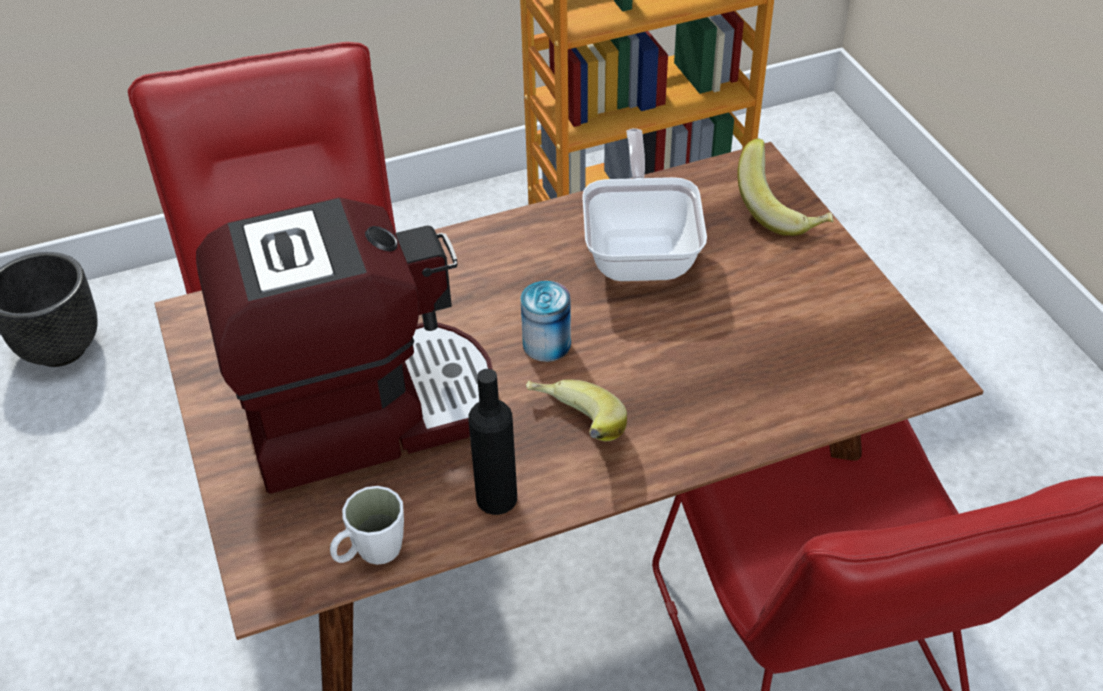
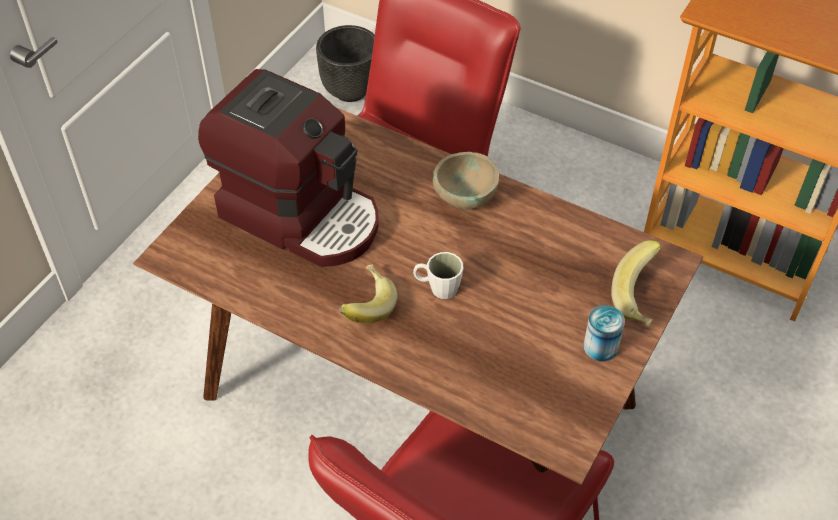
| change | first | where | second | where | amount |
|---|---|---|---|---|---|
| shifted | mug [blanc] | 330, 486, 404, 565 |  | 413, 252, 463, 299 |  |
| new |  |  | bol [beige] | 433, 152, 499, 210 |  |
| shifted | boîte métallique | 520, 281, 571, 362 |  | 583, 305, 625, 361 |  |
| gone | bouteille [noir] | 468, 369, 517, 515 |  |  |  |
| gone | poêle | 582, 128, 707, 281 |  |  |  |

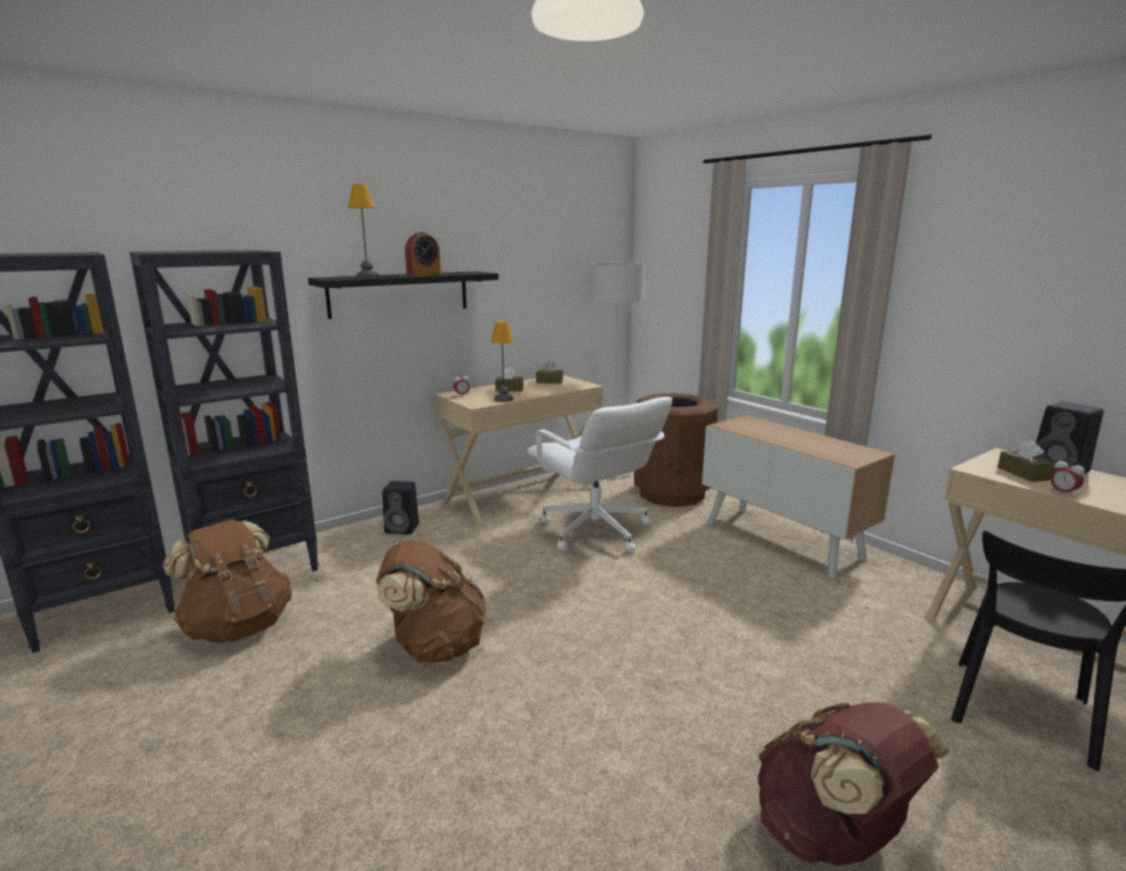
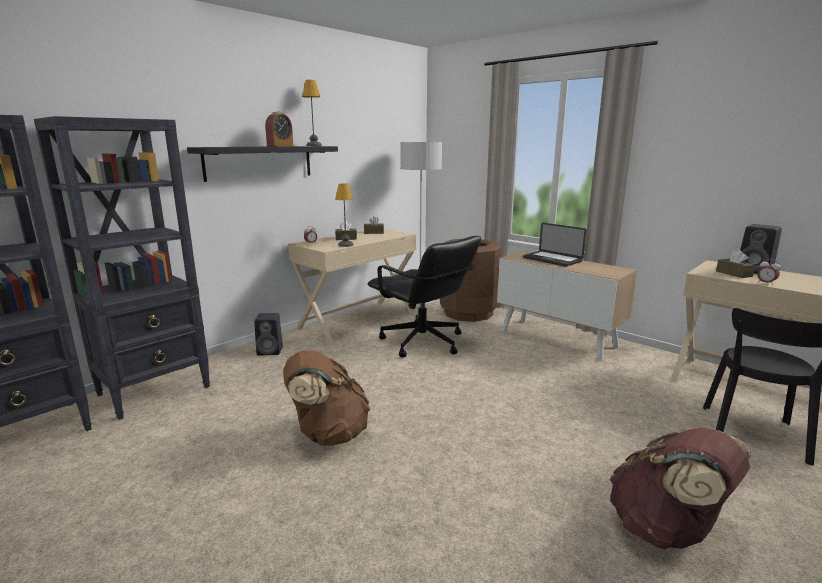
| change | first | where | second | where | amount |
|---|---|---|---|---|---|
| shifted | lampe de table | 348, 184, 379, 278 |  | 302, 80, 322, 146 |  |
| repainted | chaise de bureau [blanc] | 527, 397, 673, 552 | chaise de bureau [noir] | 368, 236, 481, 357 |  |
| new |  |  | ordinateur portable | 523, 223, 586, 267 |  |
| gone | sac à dos [marron] | 163, 519, 292, 643 |  |  |  |

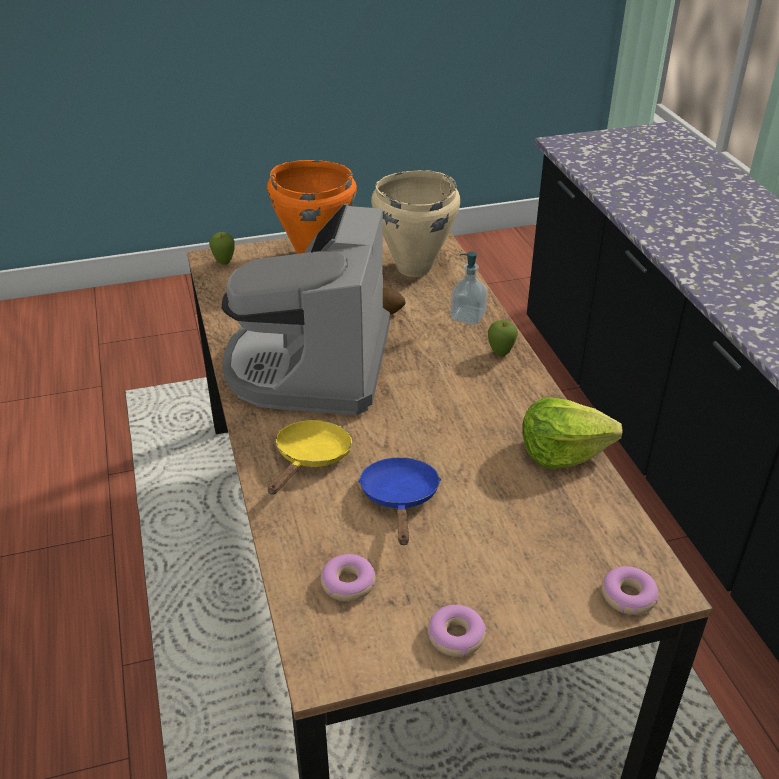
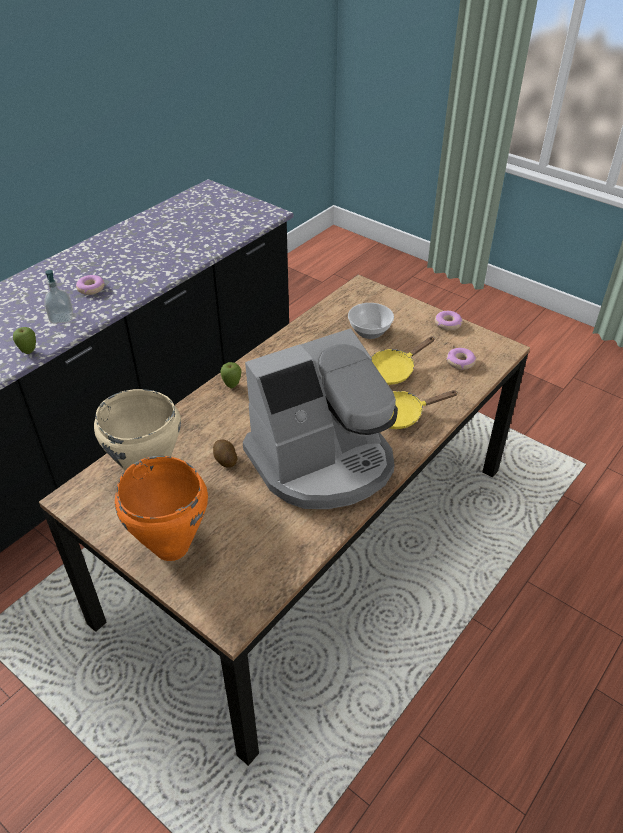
| change | first | where | second | where | amount |
|---|---|---|---|---|---|
| shifted | pomme | 209, 232, 235, 265 |  | 13, 327, 36, 354 |  |
| shifted | distributeur de savon | 451, 251, 488, 325 |  | 44, 270, 73, 324 |  |
| shifted | beignet | 601, 566, 659, 615 |  | 76, 275, 105, 295 |  |
| new |  |  | bol | 348, 303, 394, 339 |  |
| repainted | poêle [bleu] | 358, 457, 441, 545 | poêle [jaune] | 371, 337, 435, 385 |  |
| gone | laitue | 522, 397, 623, 469 |  |  |  |

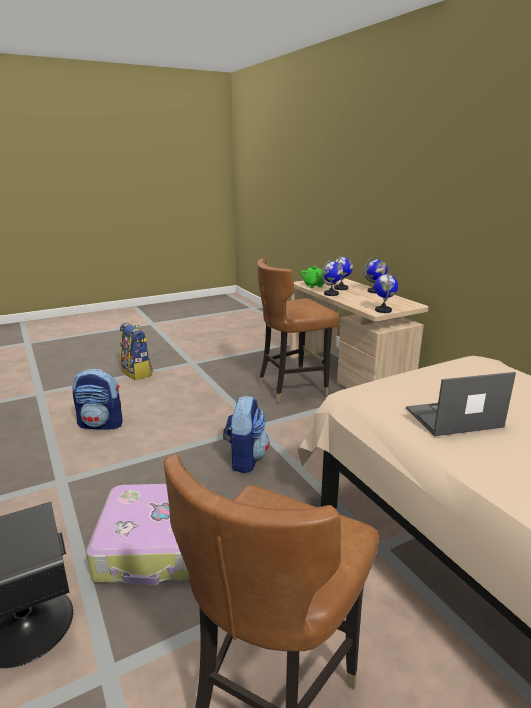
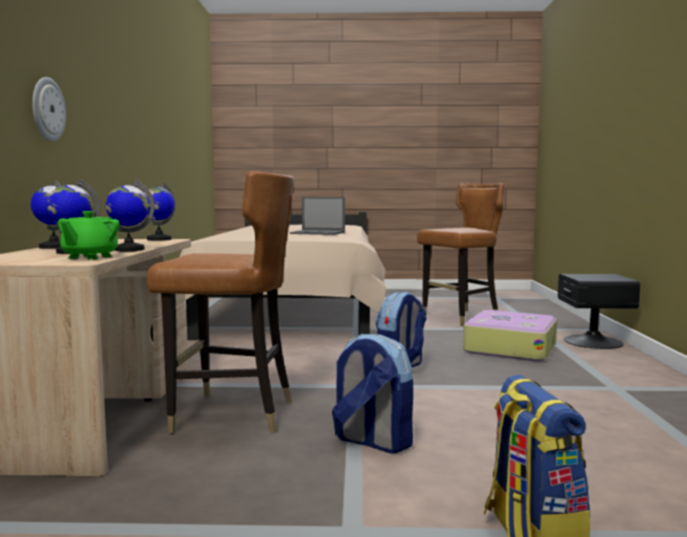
| change | first | where | second | where | amount |
|---|---|---|---|---|---|
| new |  |  | horloge murale | 32, 77, 66, 141 |  |
| shifted | sac à dos | 72, 368, 123, 430 |  | 332, 334, 413, 453 |  |

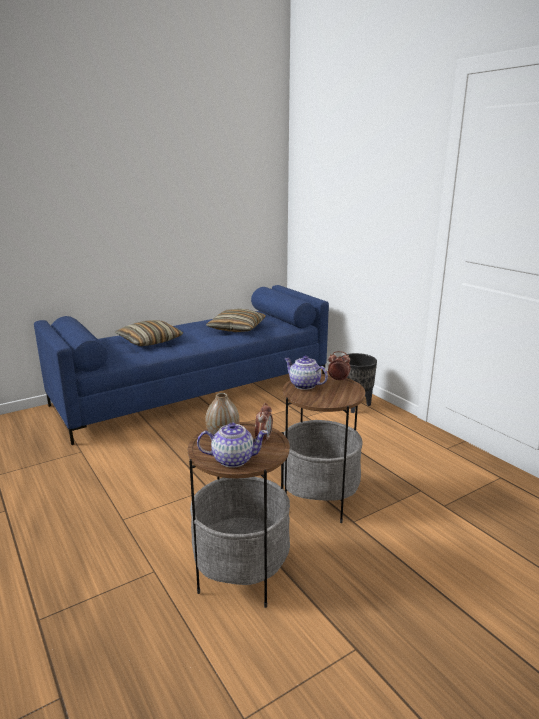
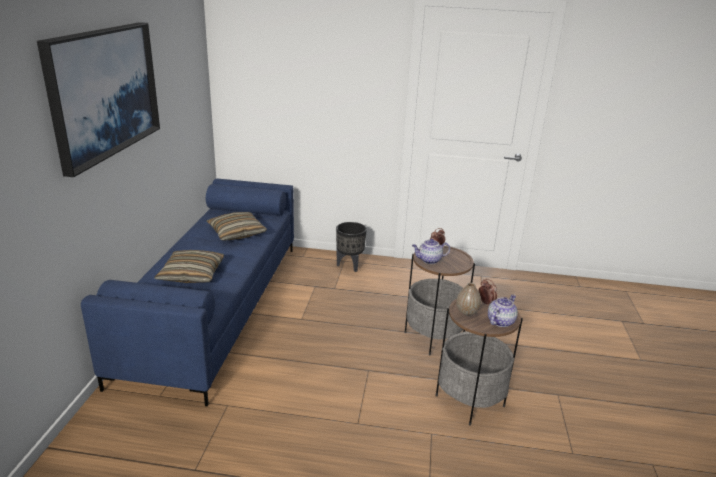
| change | first | where | second | where | amount |
|---|---|---|---|---|---|
| new |  |  | tableau | 37, 22, 160, 177 |  |

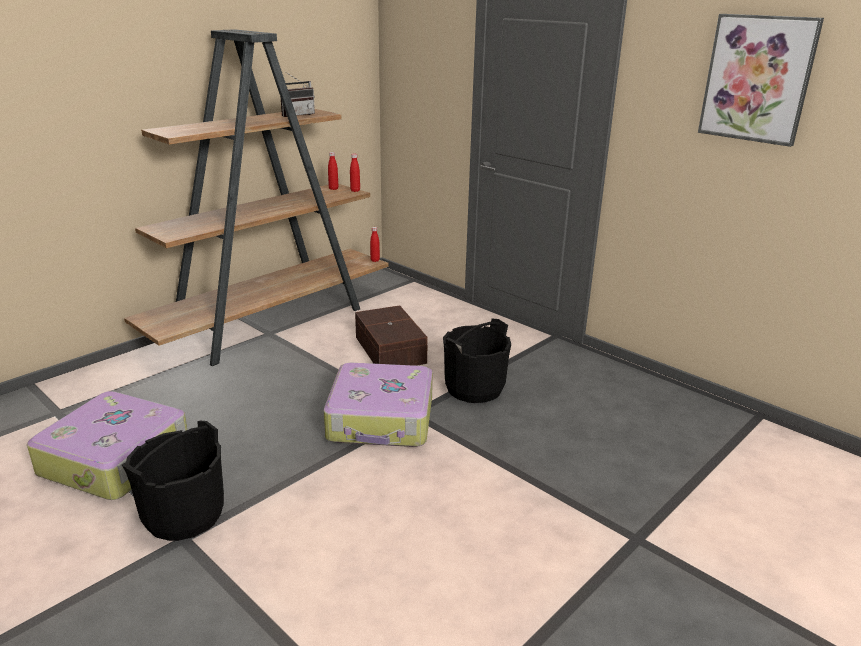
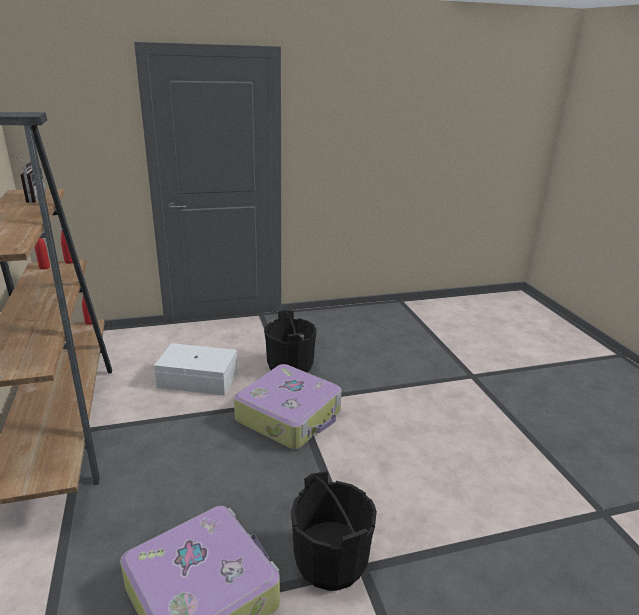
| change | first | where | second | where | amount |
|---|---|---|---|---|---|
| repainted | boîte de rangement [marron] | 355, 305, 428, 366 | boîte de rangement [blanc] | 154, 343, 237, 395 |  |
| gone | tableau | 698, 14, 824, 147 |  |  |  |

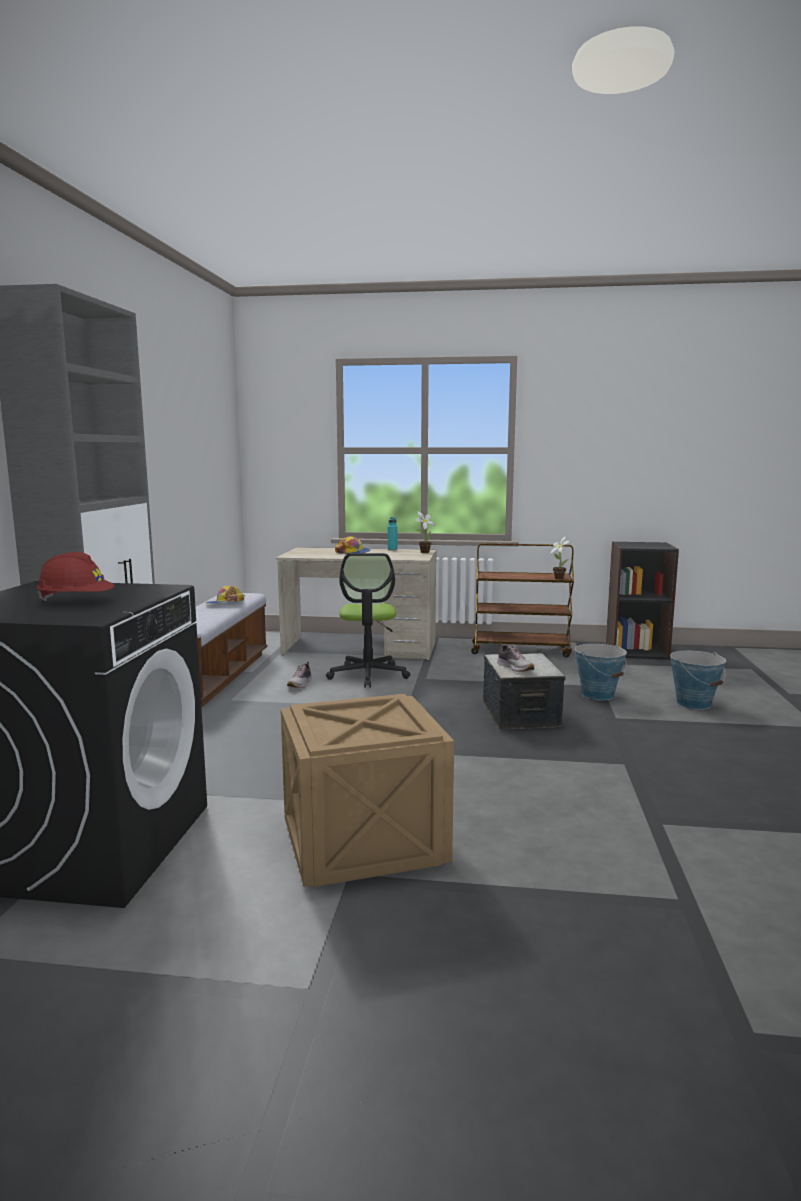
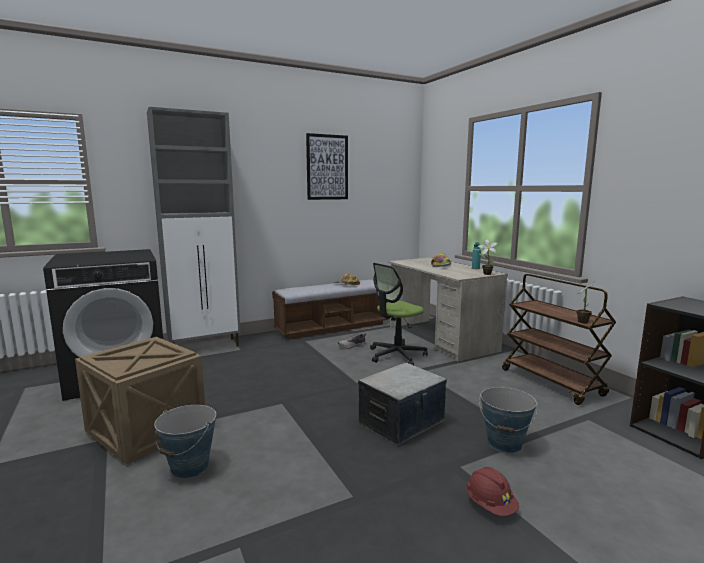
| change | first | where | second | where | amount |
|---|---|---|---|---|---|
| shifted | seau | 670, 651, 726, 710 |  | 154, 405, 216, 479 |  |
| new |  |  | tableau | 306, 133, 348, 200 |  |
| shifted | casque de chantier [rouge] | 36, 552, 114, 601 |  | 466, 467, 519, 516 |  |
| gone | chaussure | 497, 643, 534, 672 |  |  |  |

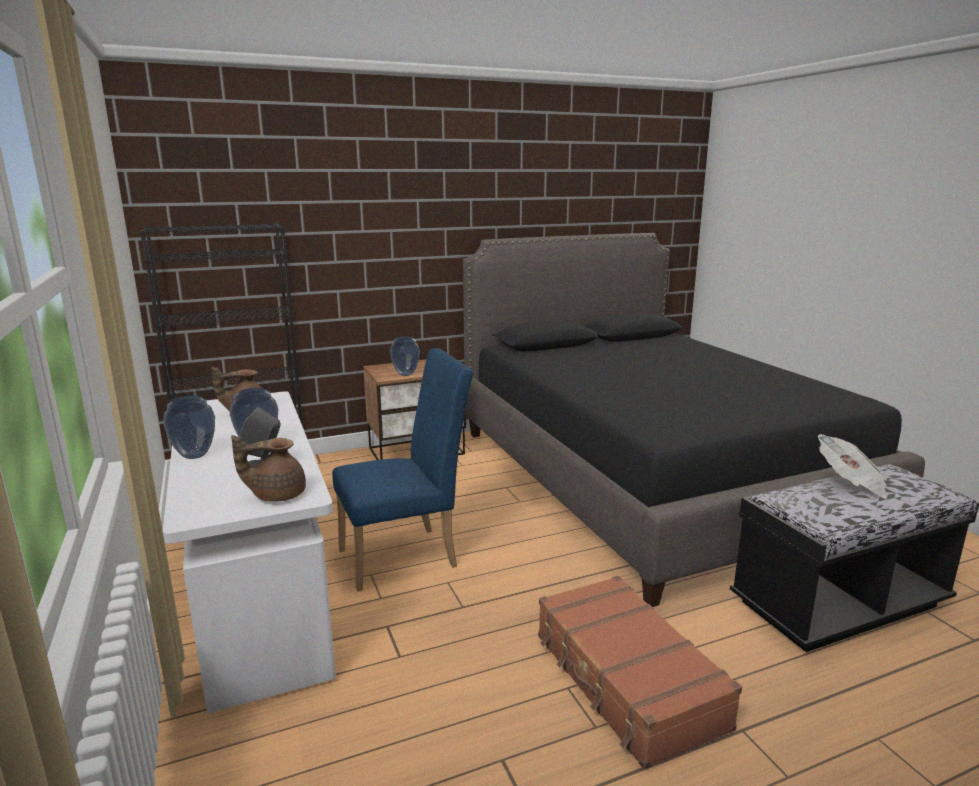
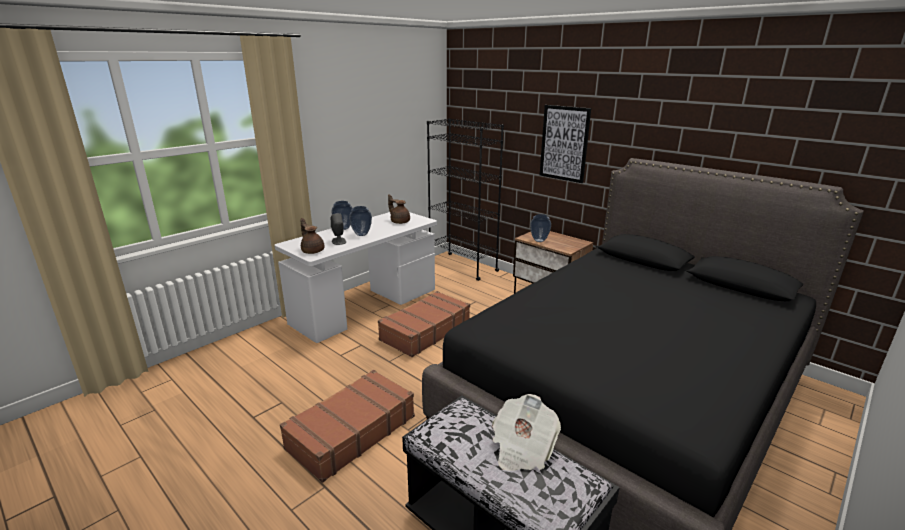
| change | first | where | second | where | amount |
|---|---|---|---|---|---|
| swapped | chaise [bleu] | 332, 348, 473, 591 | valise [marron] | 378, 291, 470, 357 |  |
| new |  |  | tableau | 540, 105, 591, 183 |  |

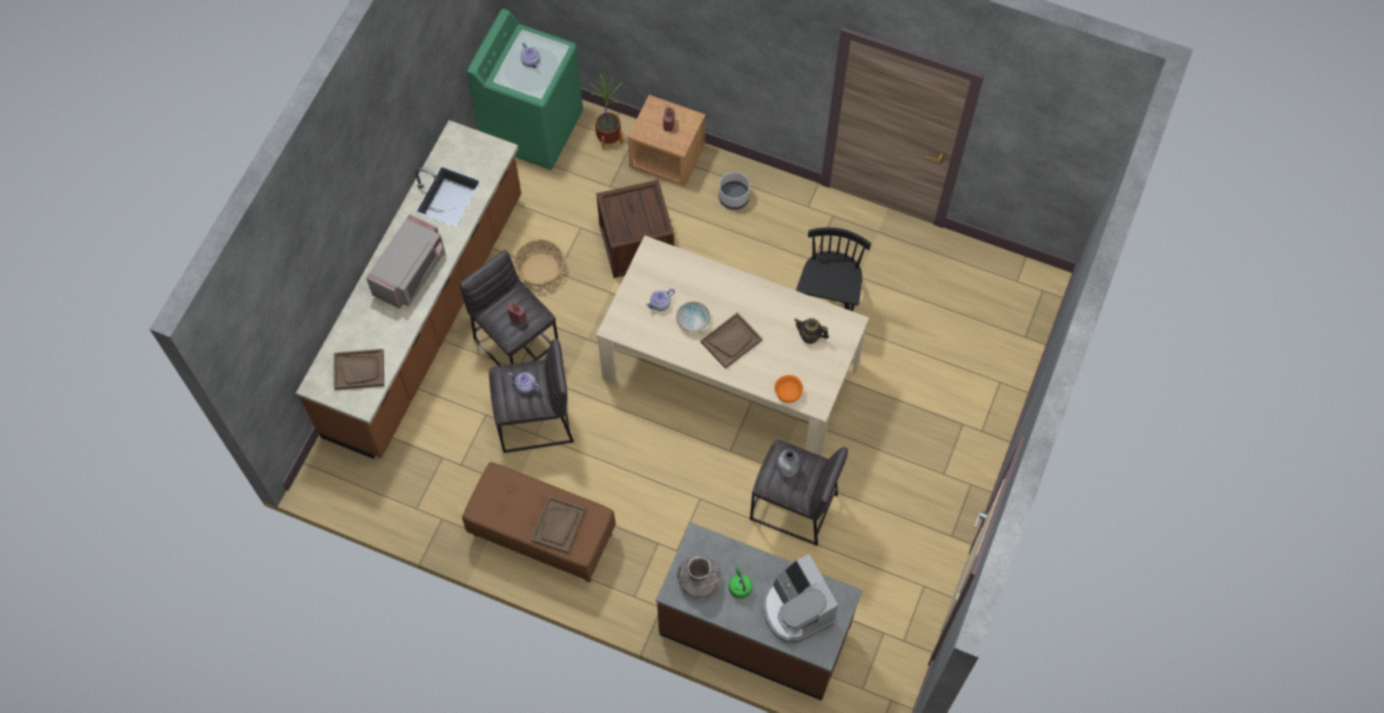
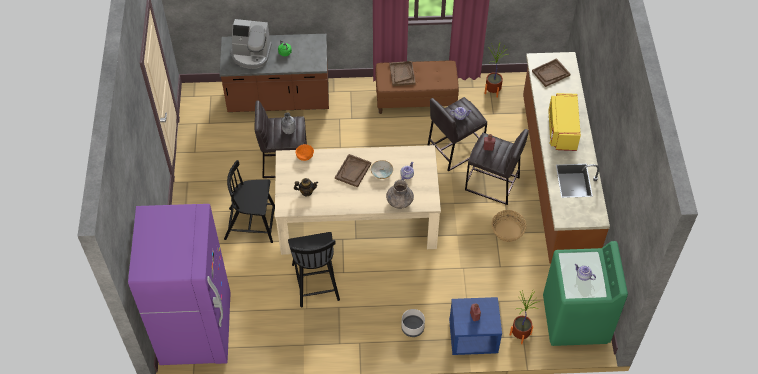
| change | first | where | second | where | amount |
|---|---|---|---|---|---|
| new |  |  | réfrigérateur [violet] | 128, 204, 231, 365 |  |
| new |  |  | chaise [noir] | 224, 160, 275, 243 |  |
| rotated | machine à café | 763, 554, 838, 642 |  | 231, 19, 272, 69 | 150 degrees clockwise |
| shifted | vase [gris] | 677, 555, 721, 598 |  | 386, 180, 414, 209 |  |
| repainted | table de chevet [marron] | 628, 95, 705, 187 | table de chevet [bleu] | 449, 297, 502, 355 |  |
| new |  |  | plante en pot | 484, 41, 508, 98 |  |
| repainted | micro-ondes [gris] | 366, 214, 445, 308 | micro-ondes [jaune] | 548, 93, 581, 151 |  |
| gone | caisse | 596, 180, 674, 278 |  |  |  |

